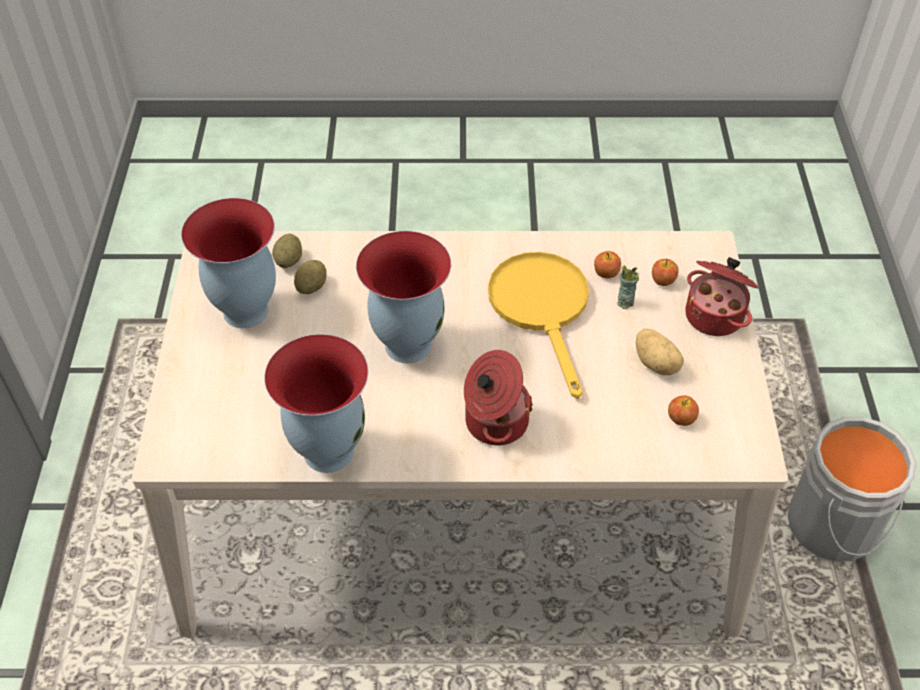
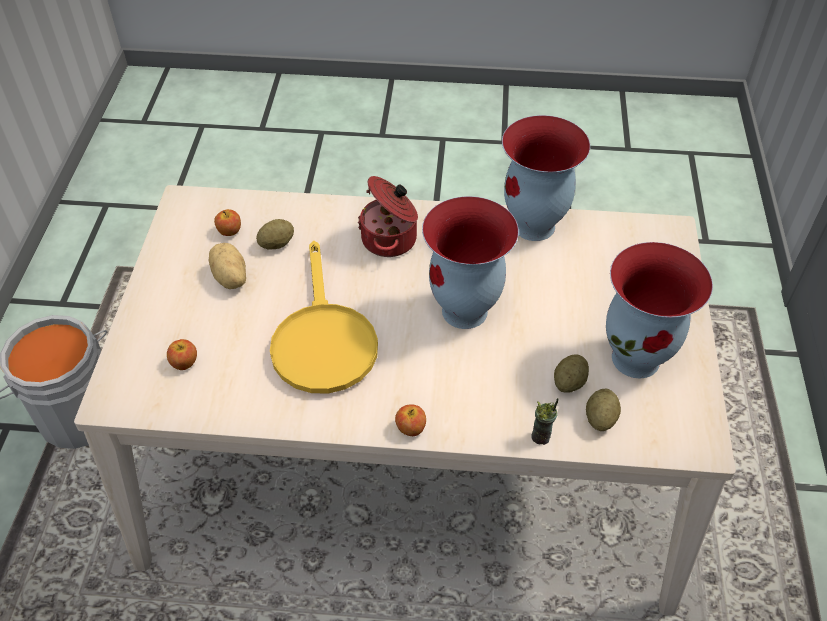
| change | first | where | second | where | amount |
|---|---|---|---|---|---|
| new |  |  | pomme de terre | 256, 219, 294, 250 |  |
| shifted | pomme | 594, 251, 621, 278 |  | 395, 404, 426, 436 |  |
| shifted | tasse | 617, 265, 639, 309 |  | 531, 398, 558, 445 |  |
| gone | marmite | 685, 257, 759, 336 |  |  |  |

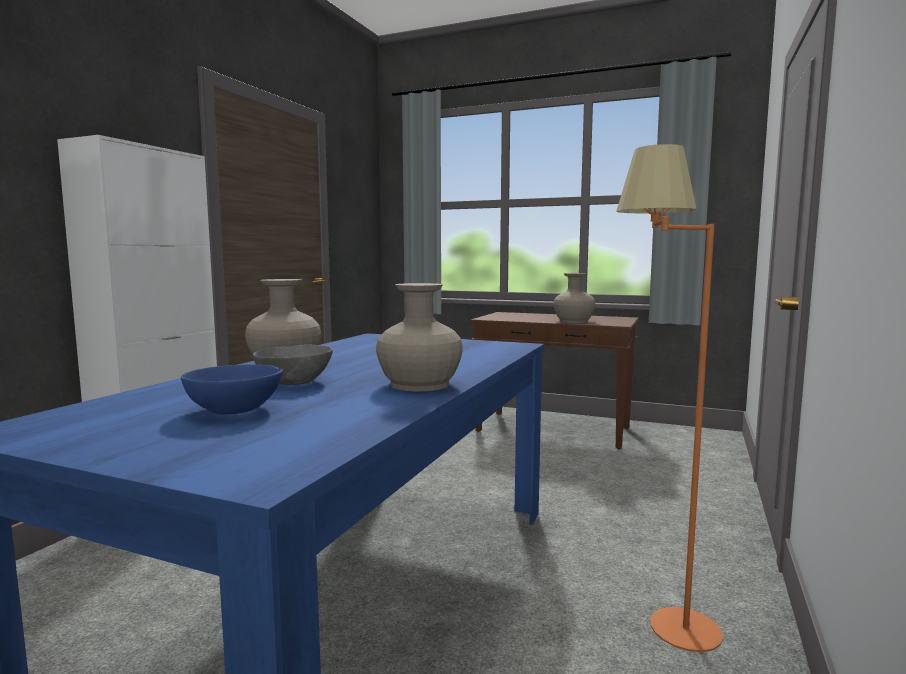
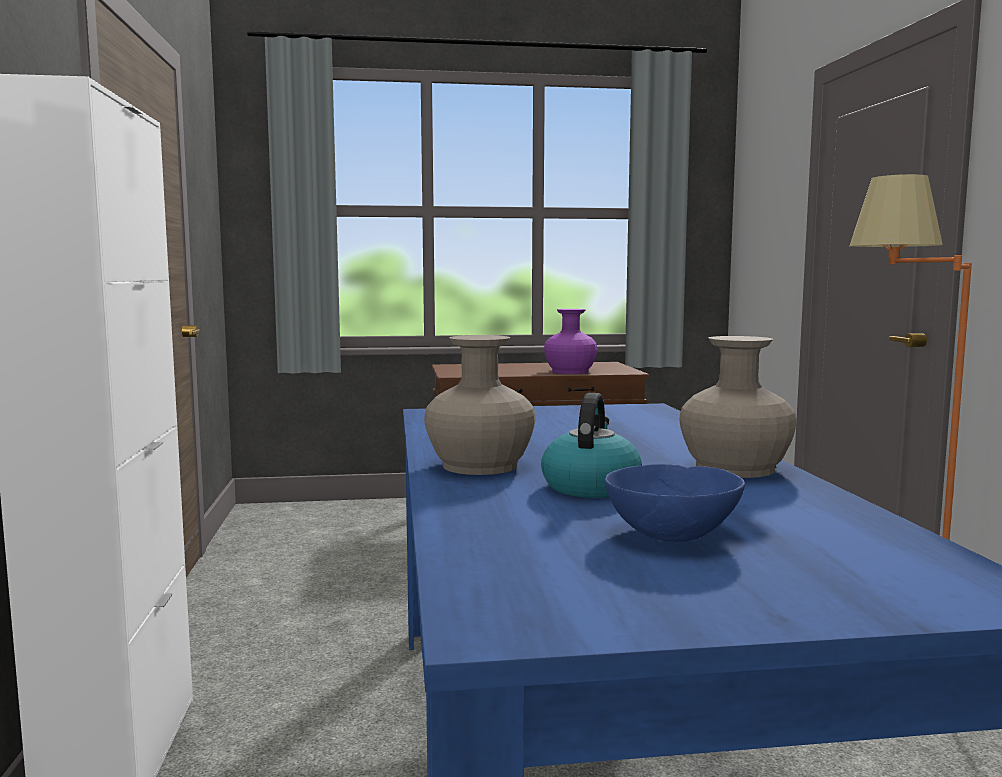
| change | first | where | second | where | amount |
|---|---|---|---|---|---|
| swapped | bol [gris] | 253, 345, 333, 385 | bouilloire | 541, 393, 642, 498 |  |
| repainted | vase [beige] | 553, 273, 595, 323 | vase [violet] | 544, 309, 598, 374 |  |

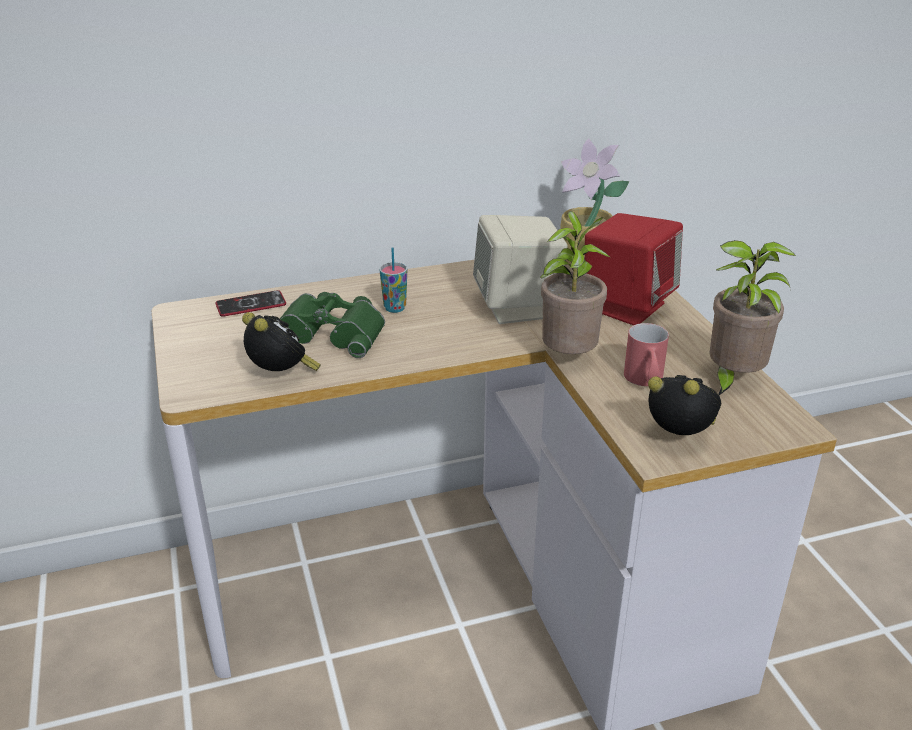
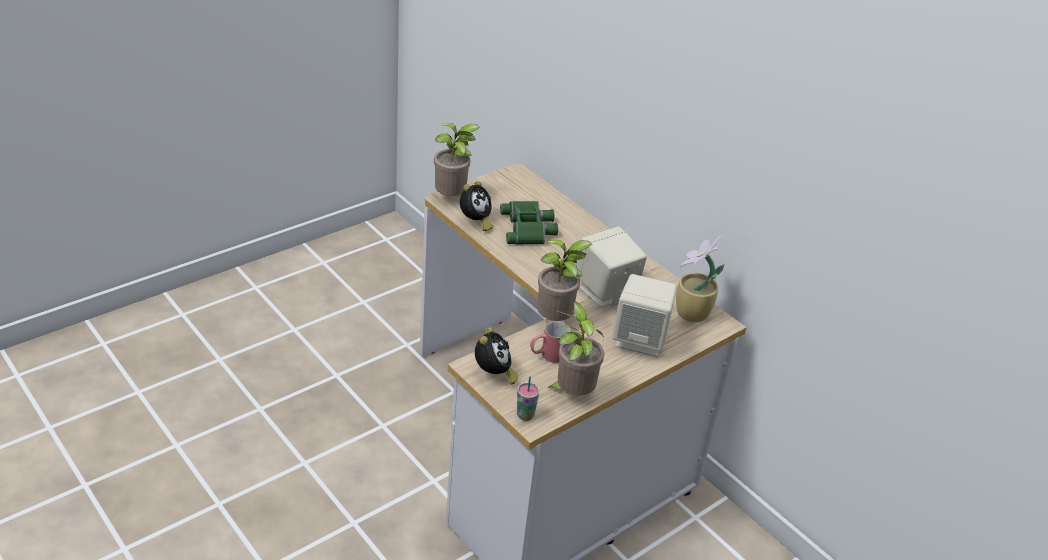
| change | first | where | second | where | amount |
|---|---|---|---|---|---|
| new |  |  | plante en pot | 434, 123, 480, 196 |  |
| shifted | tasse | 379, 247, 407, 313 |  | 517, 376, 539, 421 |  |
| repainted | enceinte [rouge] | 585, 213, 683, 325 | enceinte [beige] | 612, 274, 677, 357 |  |
| gone | téléphone | 215, 290, 286, 317 |  |  |  |

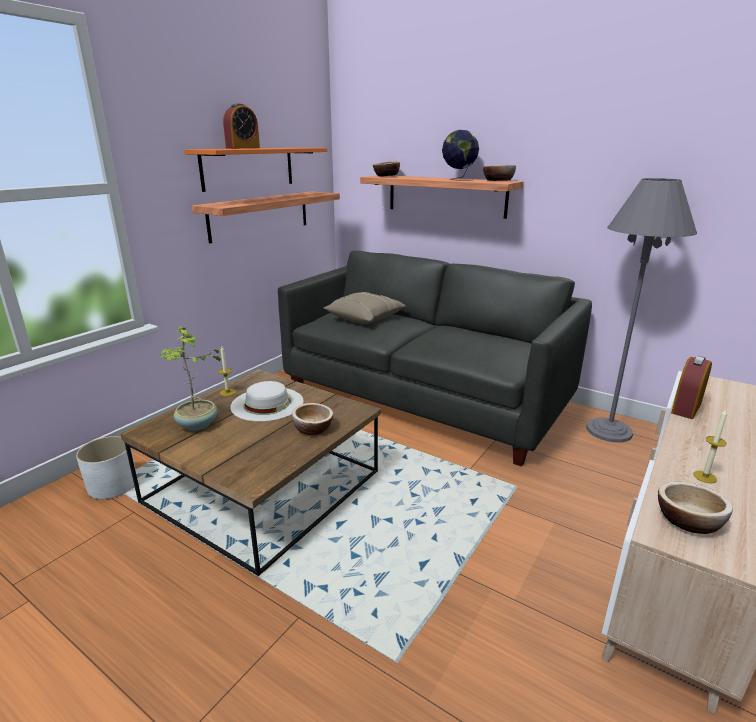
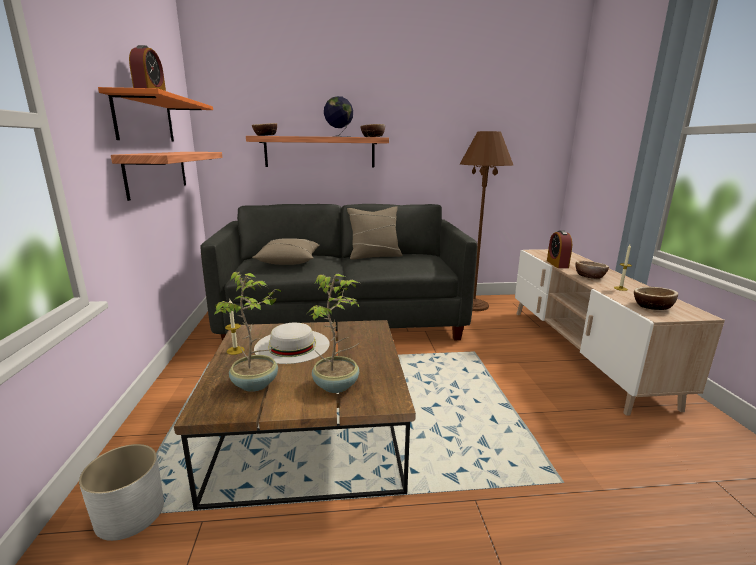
| change | first | where | second | where | amount |
|---|---|---|---|---|---|
| new |  |  | plante en pot | 308, 274, 359, 393 |  |
| new |  |  | coussin [beige] | 347, 206, 402, 260 |  |
| repainted | lampadaire [gris] | 586, 178, 697, 442 | lampadaire [marron] | 460, 131, 513, 311 |  |
| shifted | bol | 292, 403, 333, 435 |  | 576, 261, 609, 279 |  |

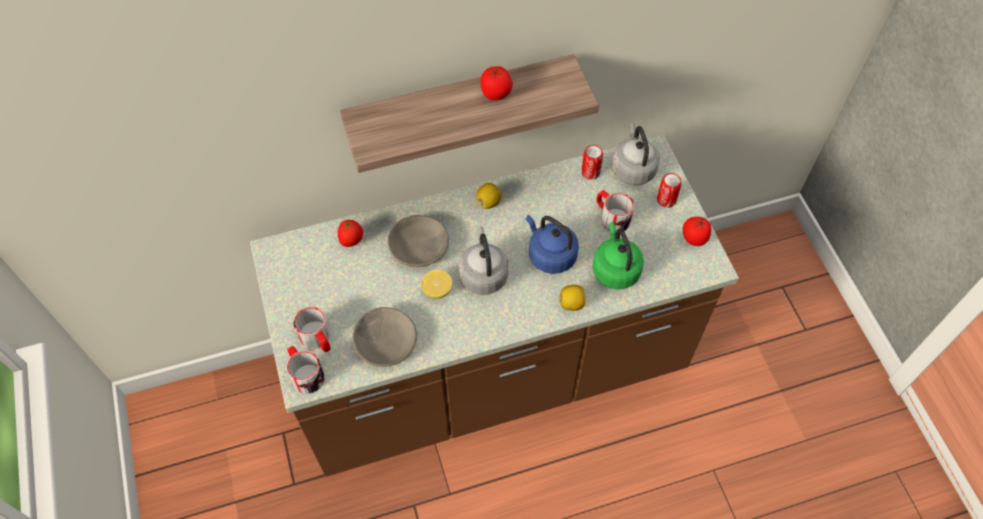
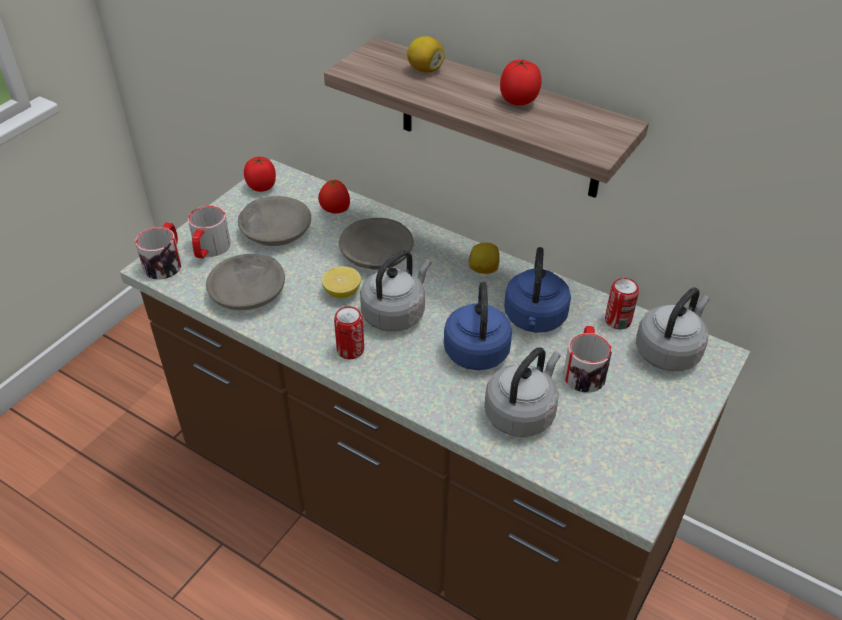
| change | first | where | second | where | amount |
|---|---|---|---|---|---|
| new |  |  | bol [gris] | 238, 196, 311, 246 |  |
| shifted | tomate | 683, 217, 711, 246 |  | 244, 157, 276, 192 |  |
| shifted | boîte métallique | 657, 173, 682, 208 |  | 334, 306, 364, 359 |  |
| shifted | citron | 559, 285, 585, 311 |  | 407, 36, 445, 73 |  |
| repainted | bouilloire [vert] | 592, 222, 644, 289 | bouilloire [gris] | 484, 347, 561, 437 |  |
| new |  |  | bouilloire [bleu] | 504, 247, 571, 332 |  |

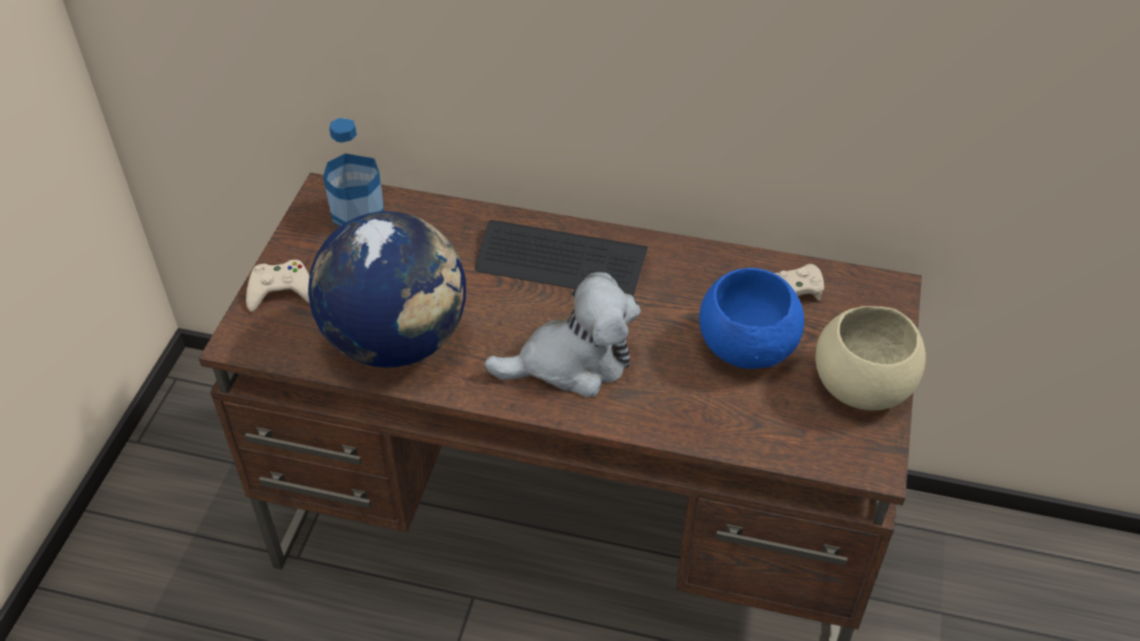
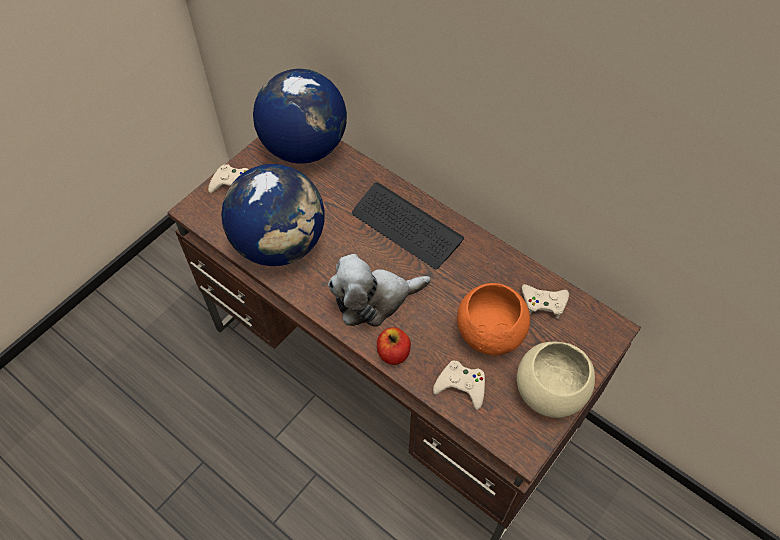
| change | first | where | second | where | amount |
|---|---|---|---|---|---|
| swapped | bouteille | 323, 118, 384, 226 | globe | 253, 69, 347, 163 |  |
| rotated | peluche | 484, 272, 641, 397 |  | 328, 254, 431, 327 | 150 degrees clockwise |
| new |  |  | pomme | 377, 327, 411, 365 |  |
| new |  |  | manette [beige] | 433, 361, 485, 410 |  |
| repainted | bol [bleu] | 699, 268, 804, 369 | bol [orange] | 457, 283, 530, 356 |  |

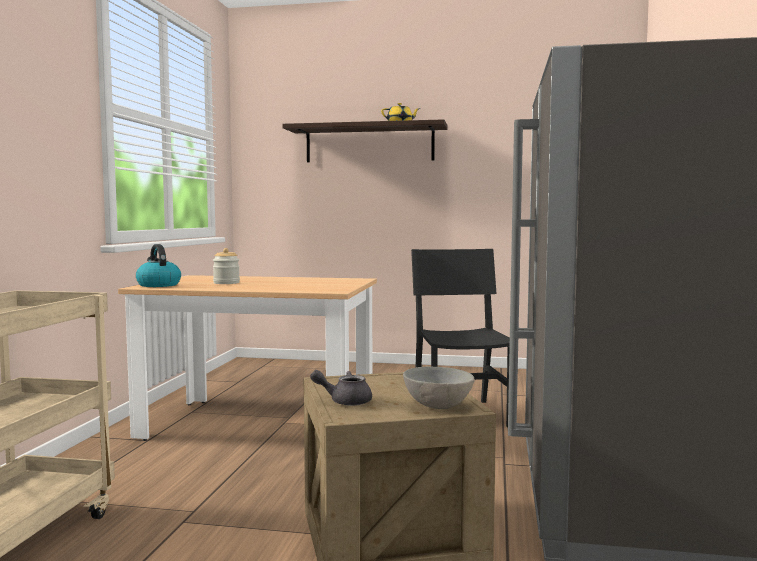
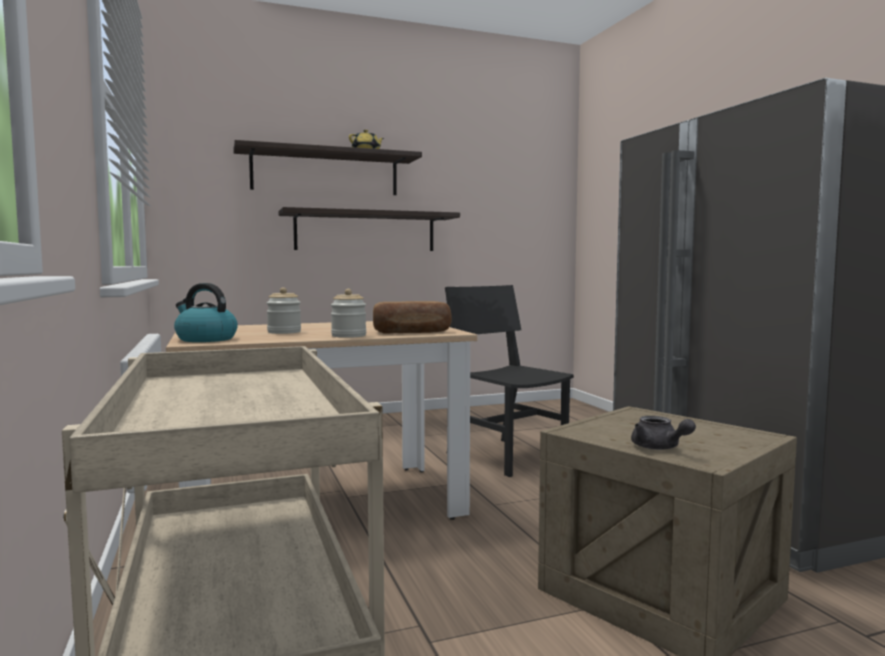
| change | first | where | second | where | amount |
|---|---|---|---|---|---|
| new |  |  | étagère | 278, 207, 460, 251 |  |
| new |  |  | bocal | 331, 289, 366, 338 |  |
| new |  |  | pain | 373, 301, 452, 334 |  |
| rotated | théière [gris] | 310, 370, 372, 406 |  | 631, 416, 696, 450 | 90 degrees counterclockwise |
| gone | bol [gris] | 403, 367, 475, 409 |  |  |  |

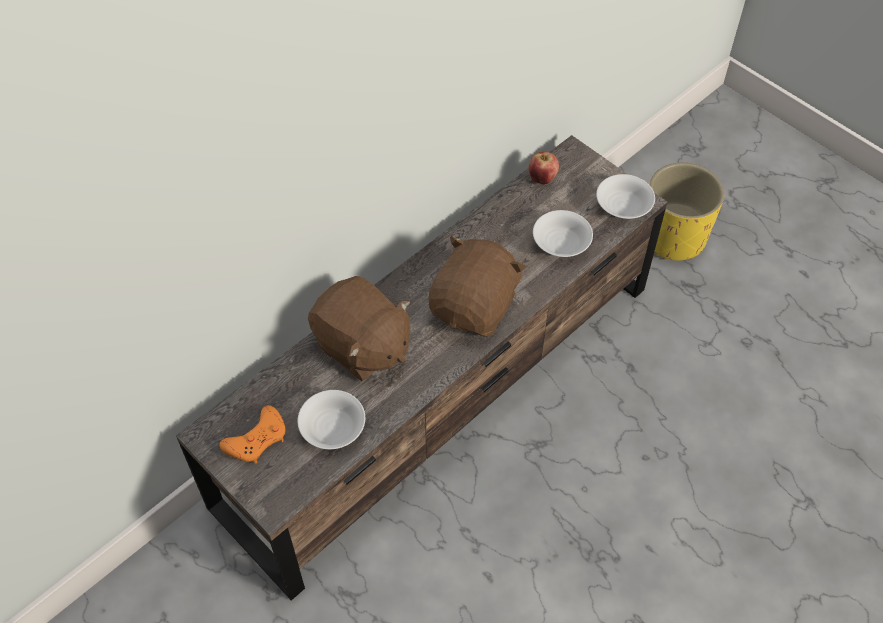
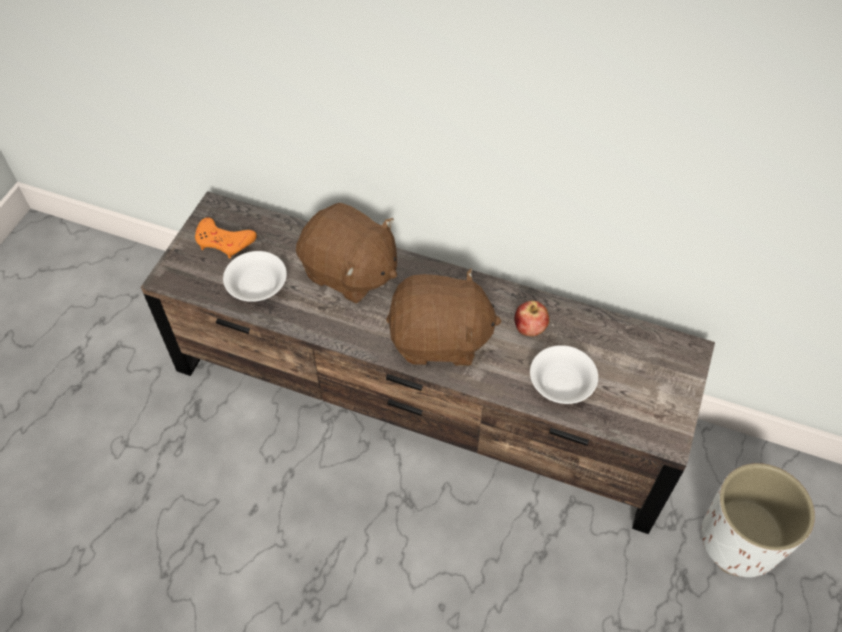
| change | first | where | second | where | amount |
|---|---|---|---|---|---|
| rotated | peluche [marron] | 308, 276, 411, 381 |  | 296, 203, 397, 303 | 75 degrees counterclockwise |
| shifted | pomme | 529, 151, 559, 184 |  | 514, 301, 549, 336 |  |
| repainted | cache-pot [jaune] | 650, 163, 724, 261 | cache-pot [blanc] | 701, 463, 815, 577 |  |
| gone | bol [blanc] | 596, 174, 655, 219 |  |  |  |

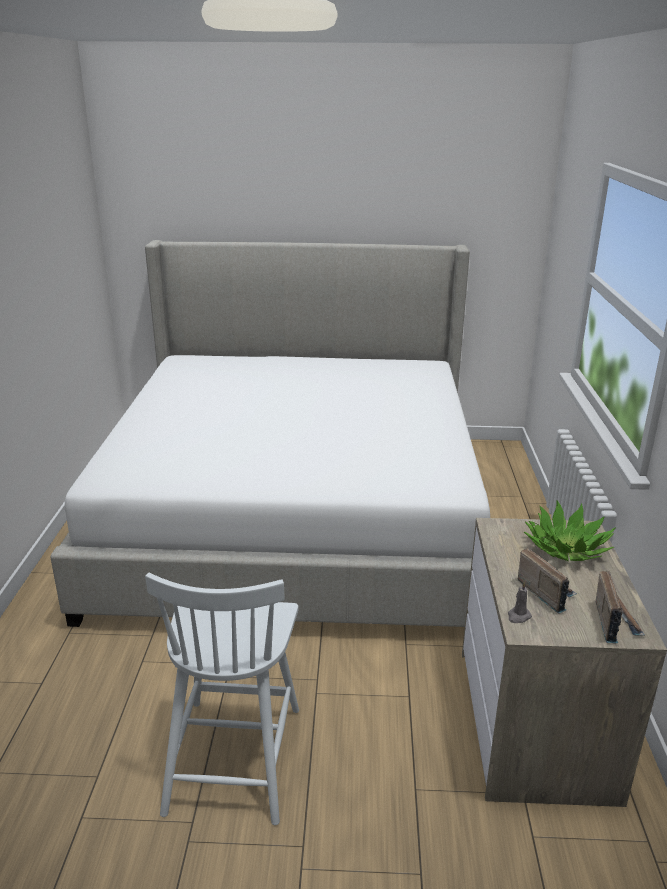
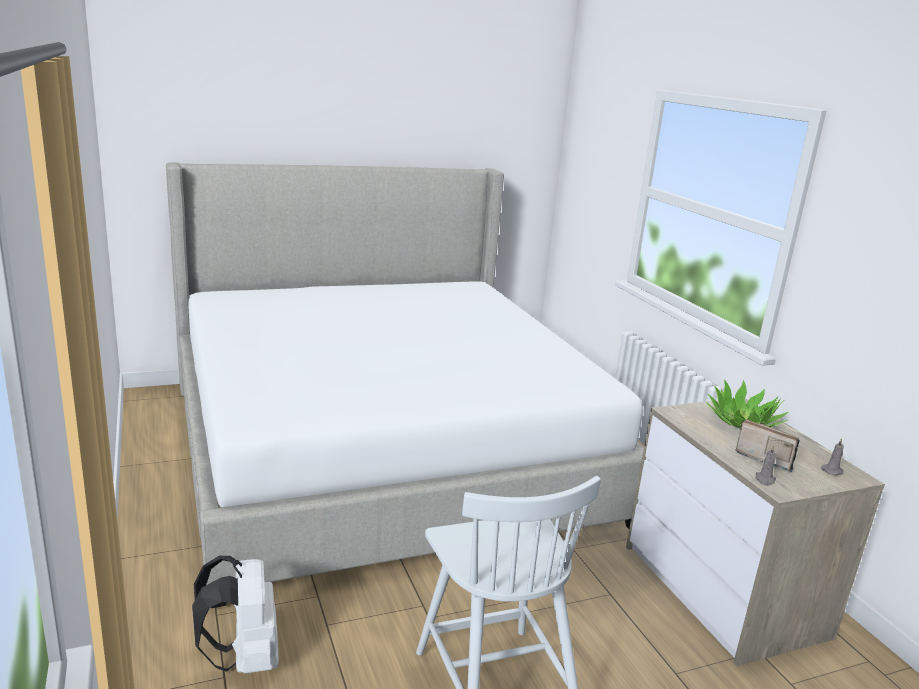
| change | first | where | second | where | amount |
|---|---|---|---|---|---|
| new |  |  | sac à dos [blanc] | 192, 556, 279, 674 |  |
| swapped | radio | 596, 570, 645, 643 | bougie [gris] | 821, 438, 844, 475 |  |

